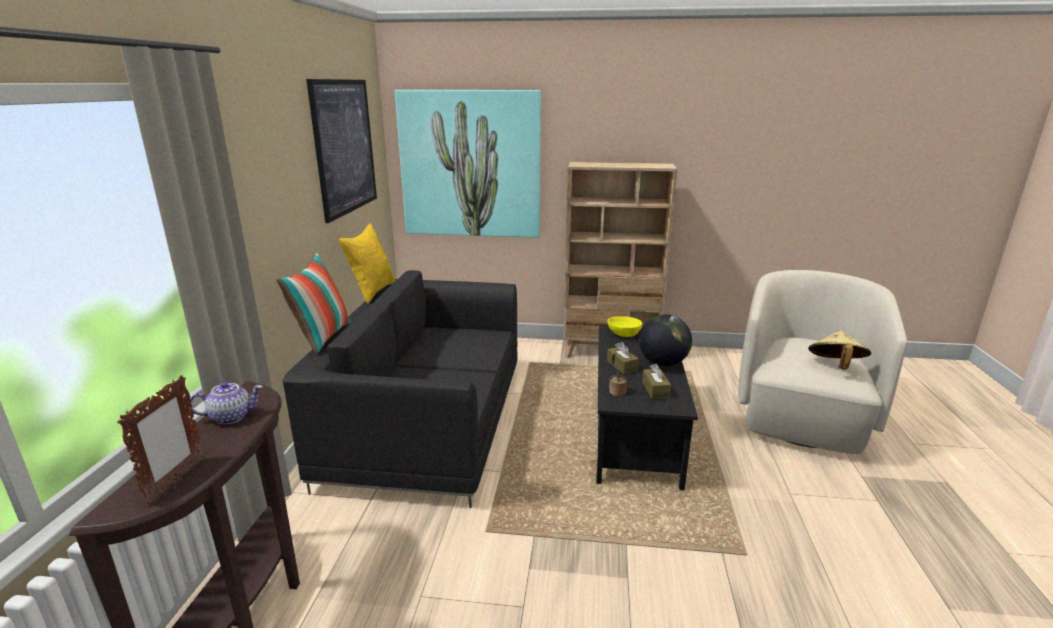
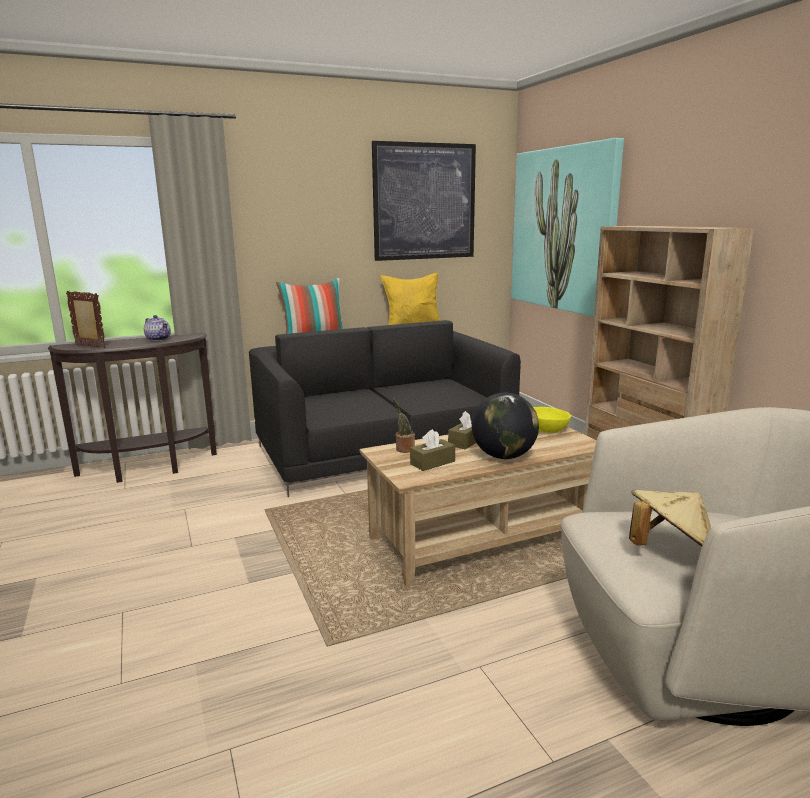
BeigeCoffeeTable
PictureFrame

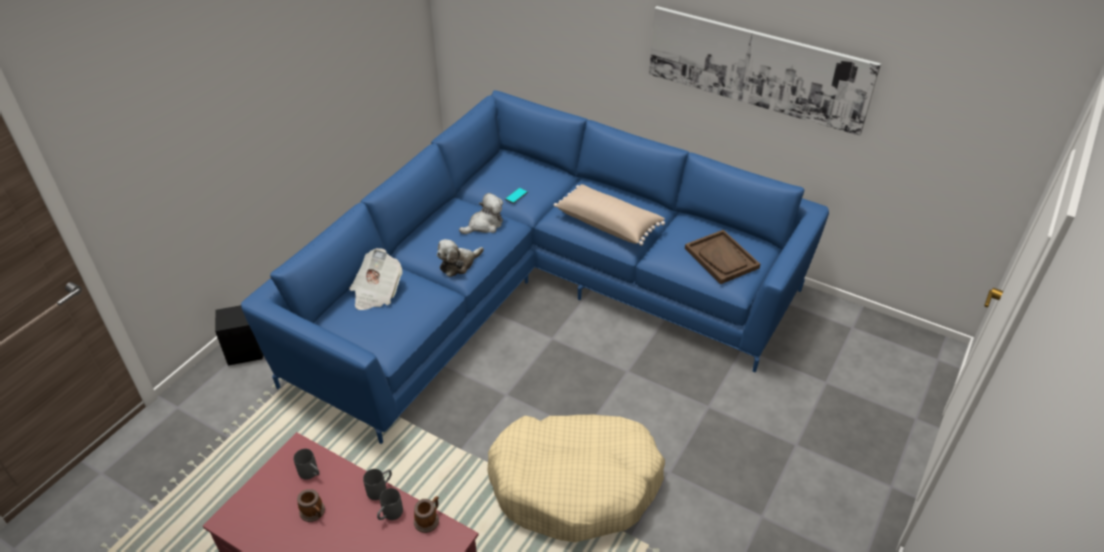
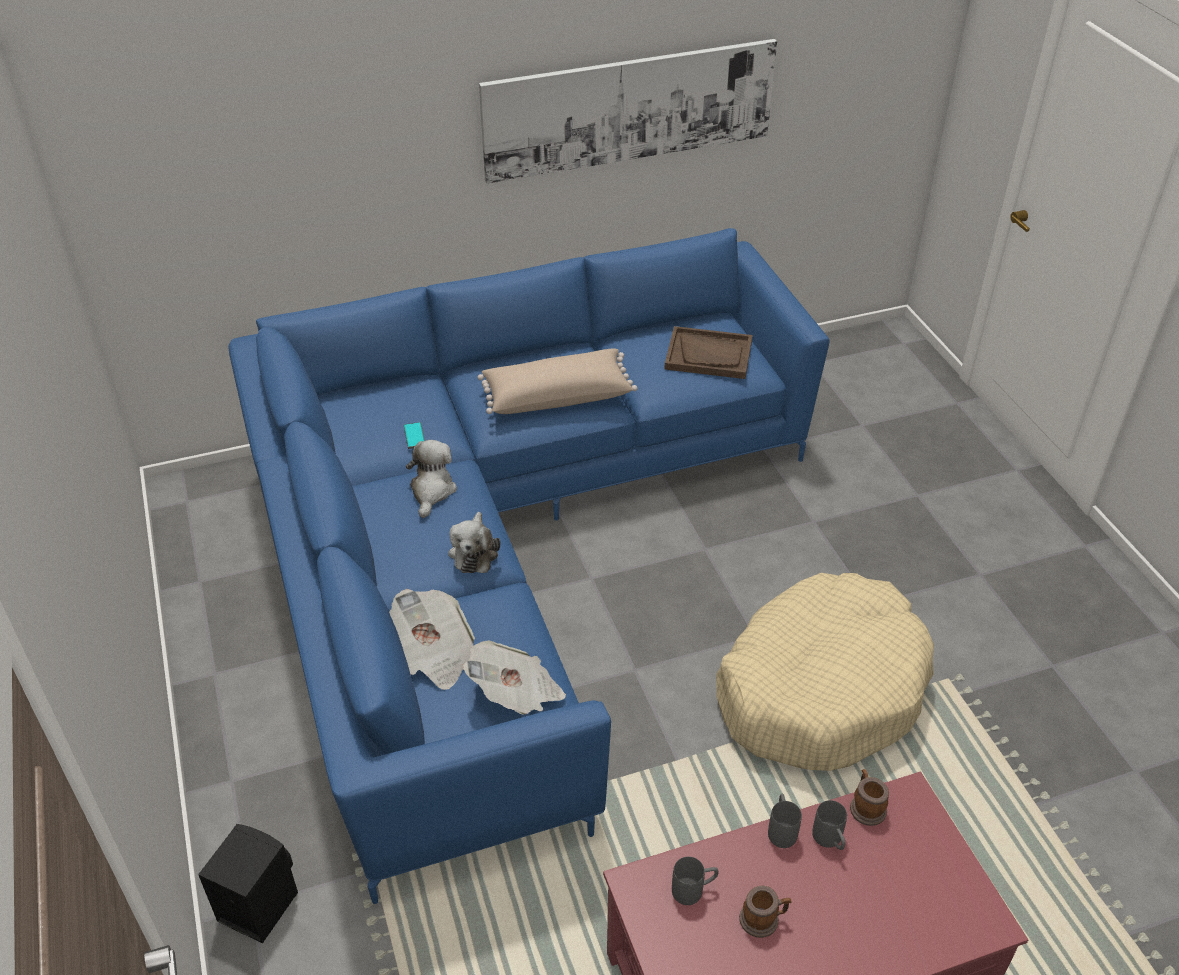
Newspaper (no. 2 from left)

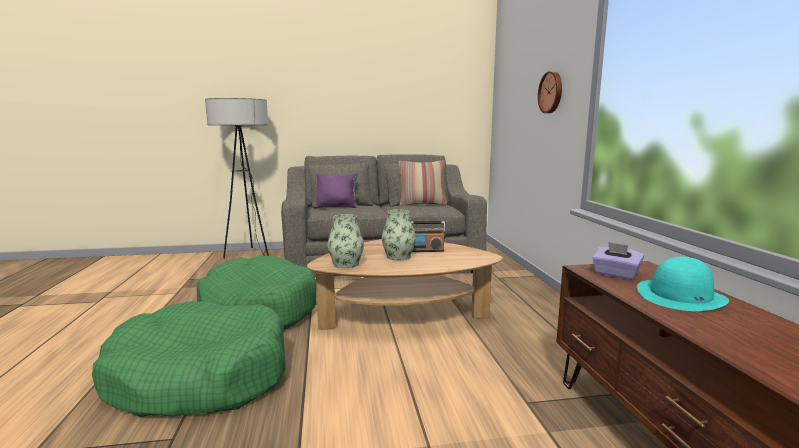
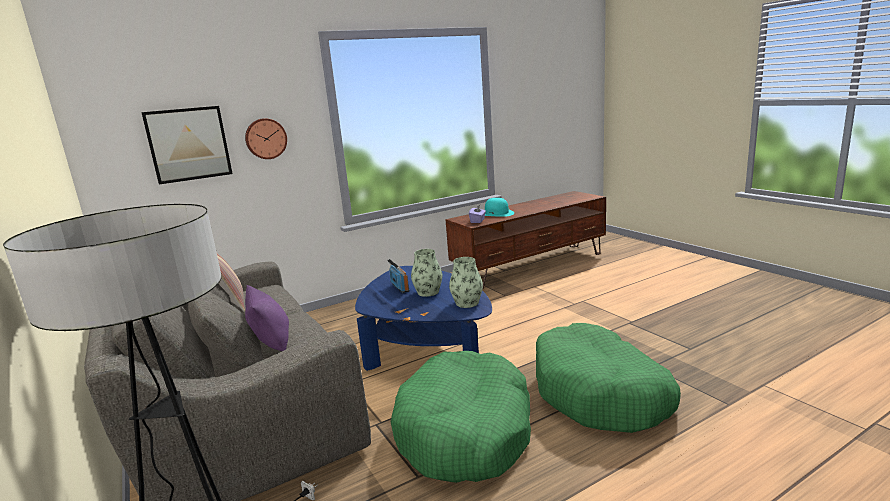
BlueCoffeeTable
Picture

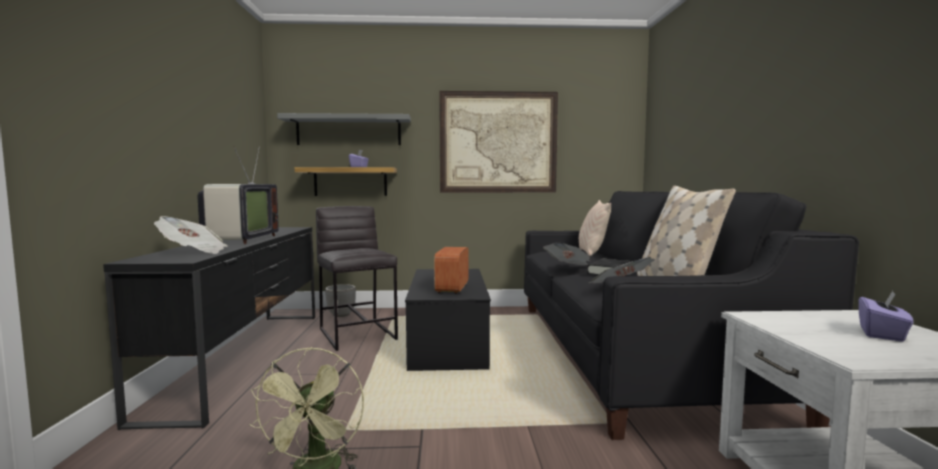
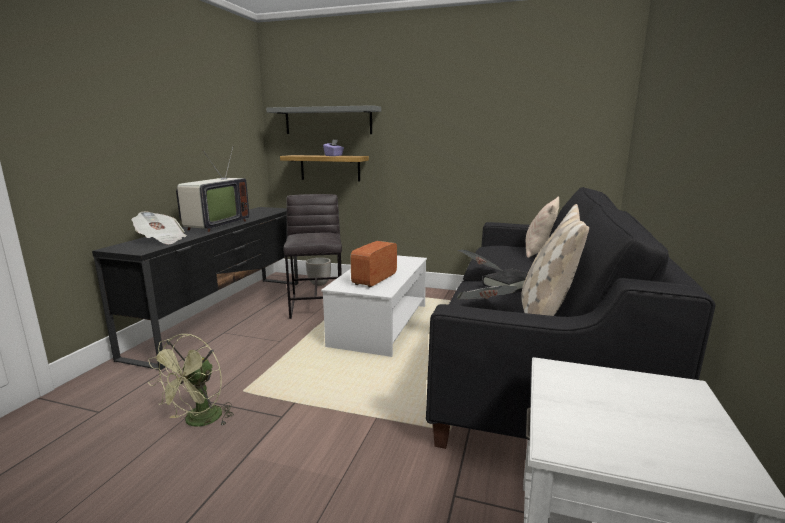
Picture
WhiteCoffeeTable
PurpleTissueBox (no. 2 from left in the first image)

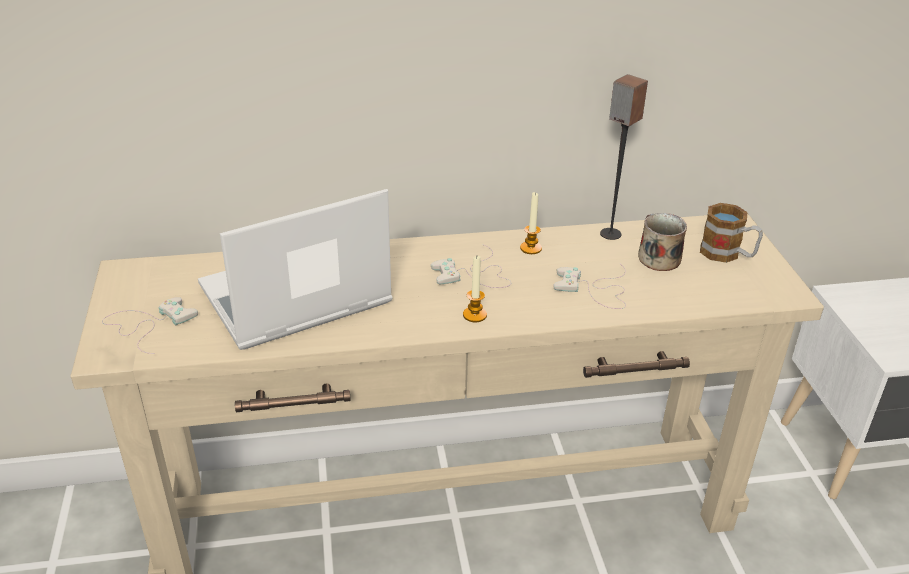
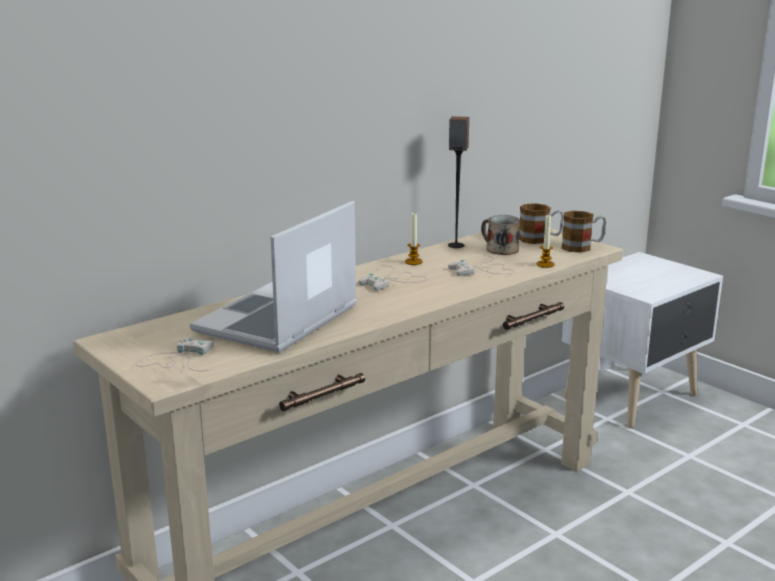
Candle (no. 2 from left)
Mug (no. 3 from left)

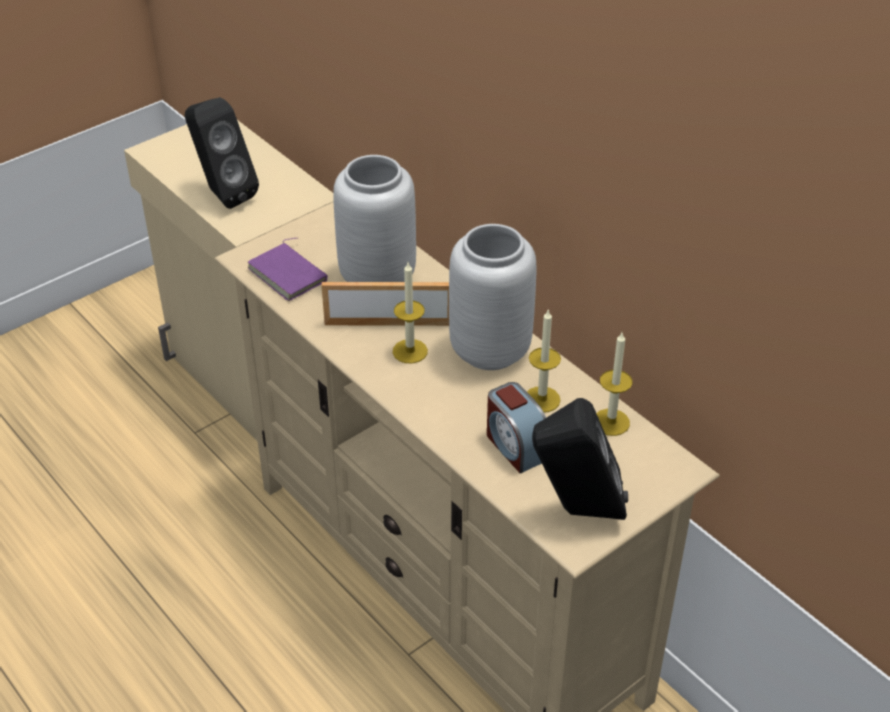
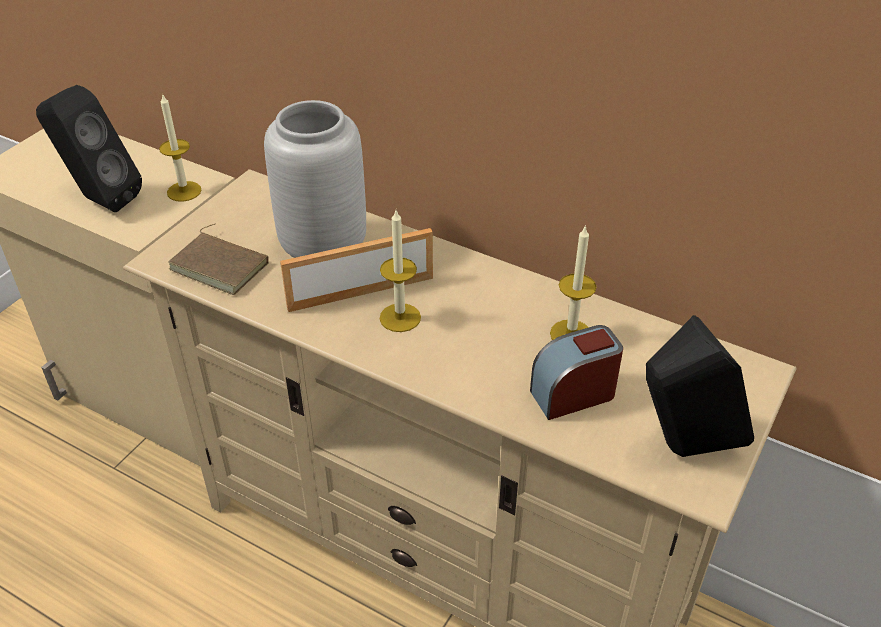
GreyVase (no. 2 from left in the first image)
BrownBook
Candle (no. 1 from left)
AlarmClock

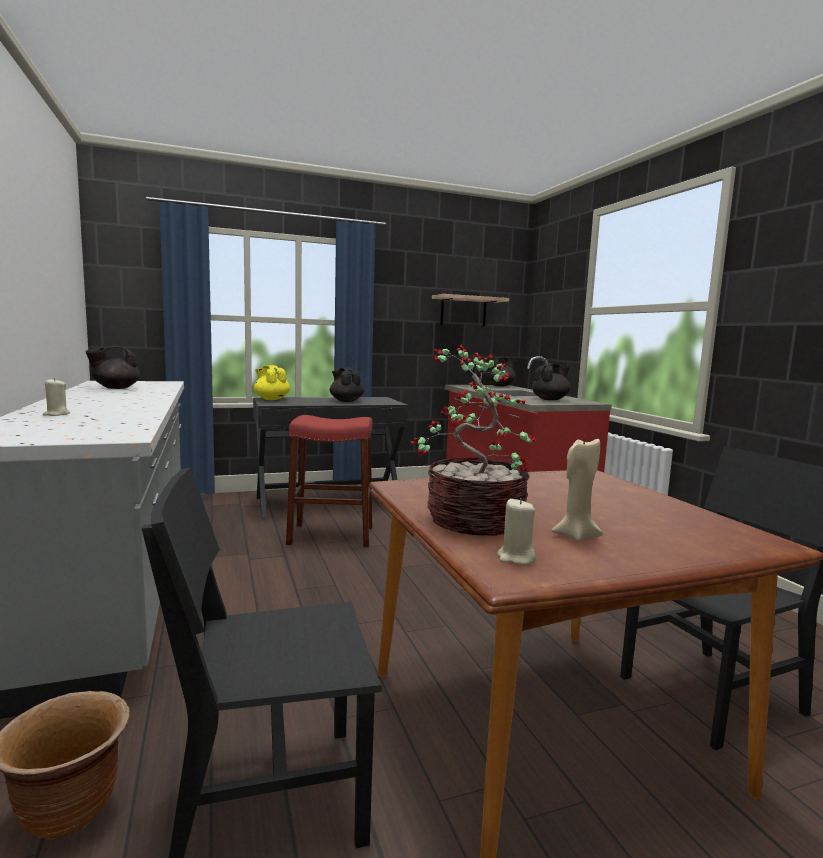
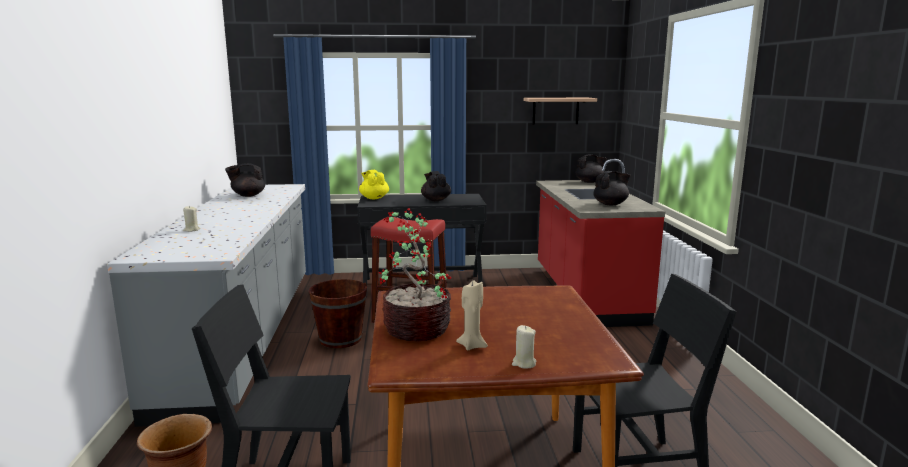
BeigeCandle (no. 3 from left)
BrownBucket

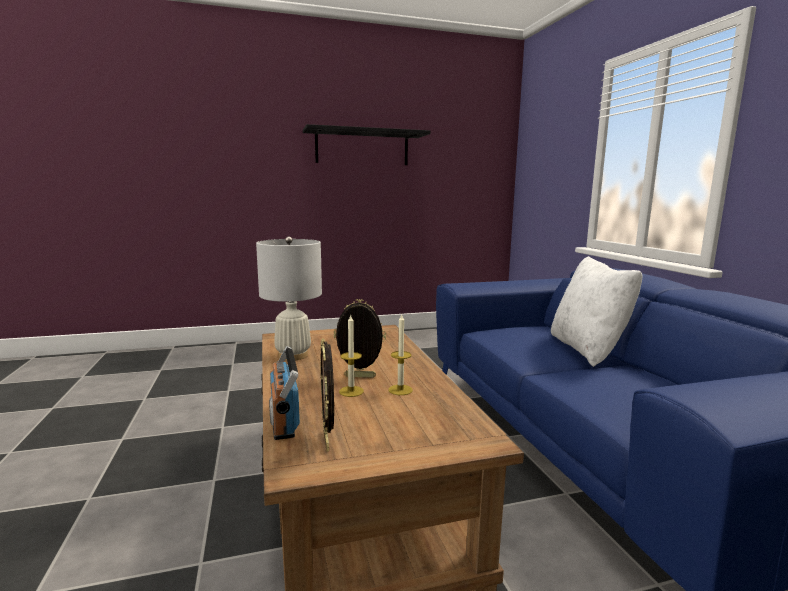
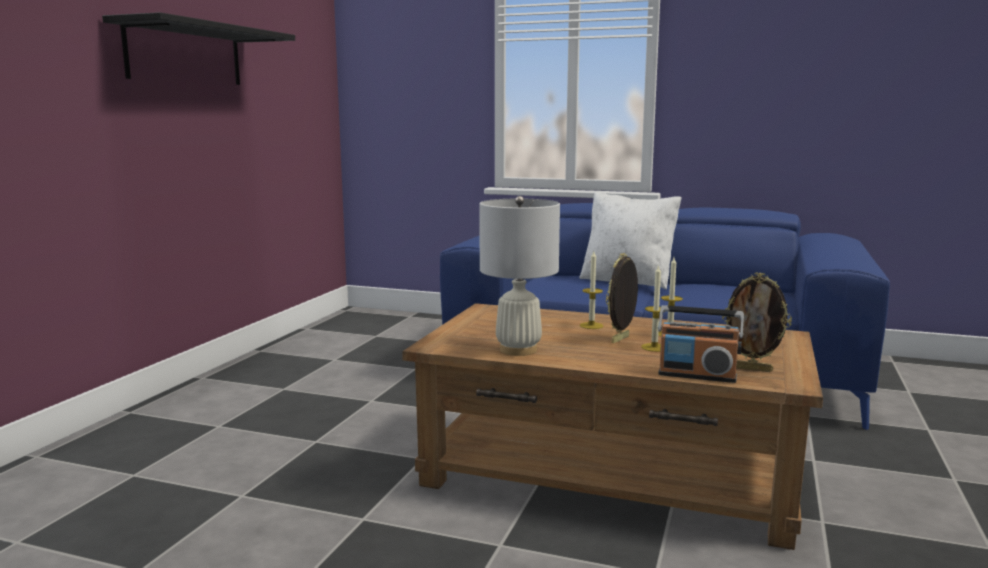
Candle (no. 1 from left)

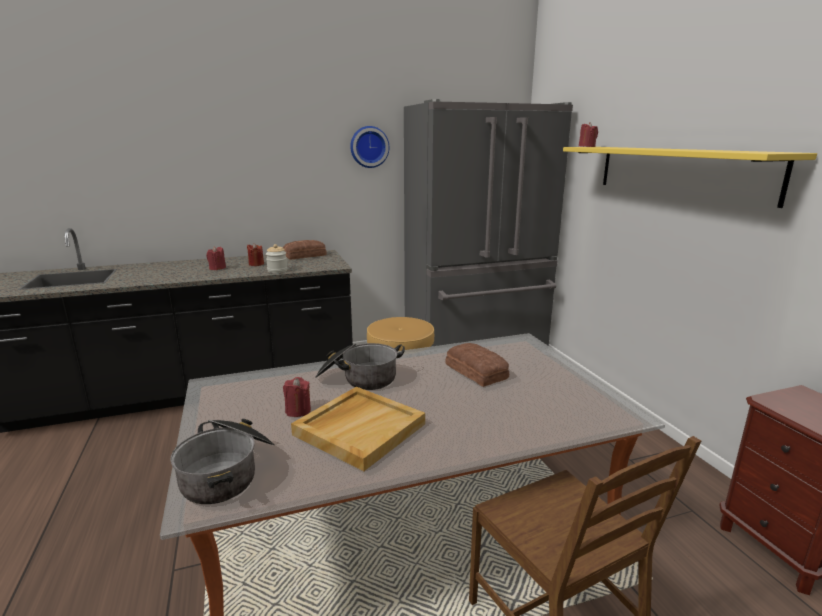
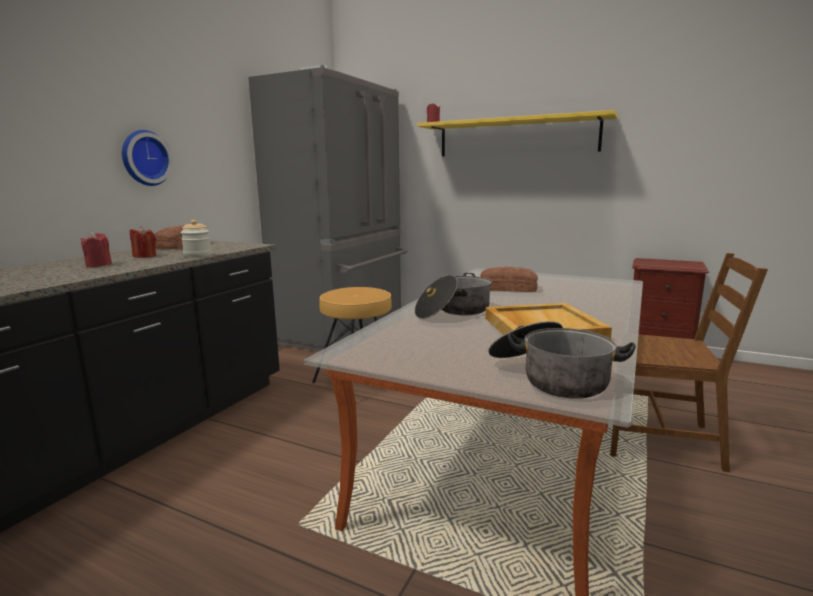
WallClock
RedCandle (no. 3 from left in the first image)

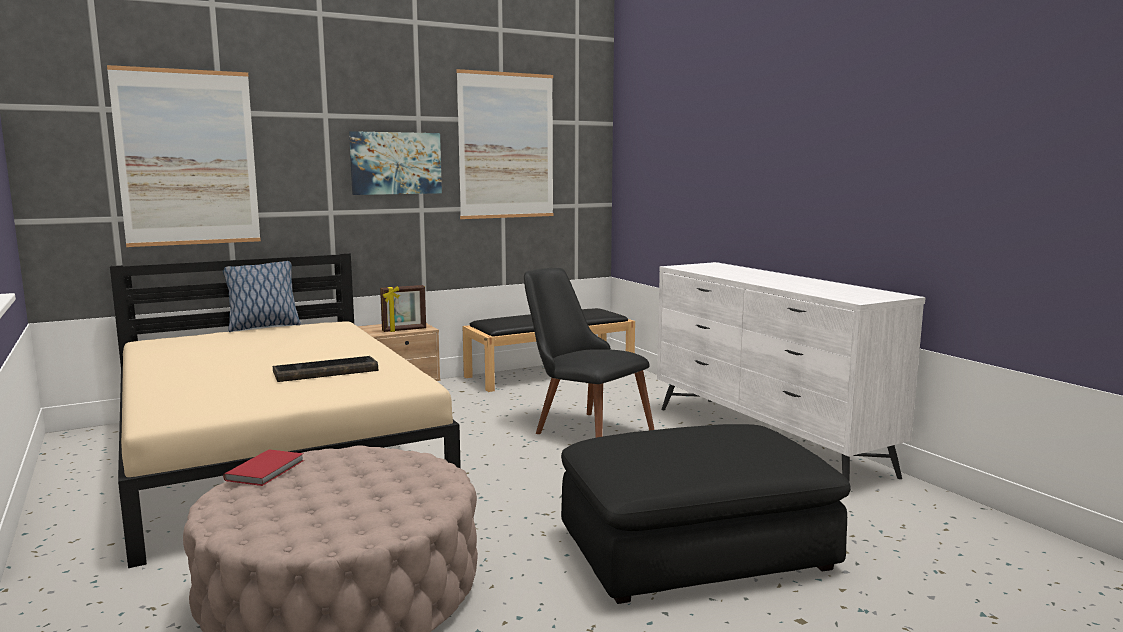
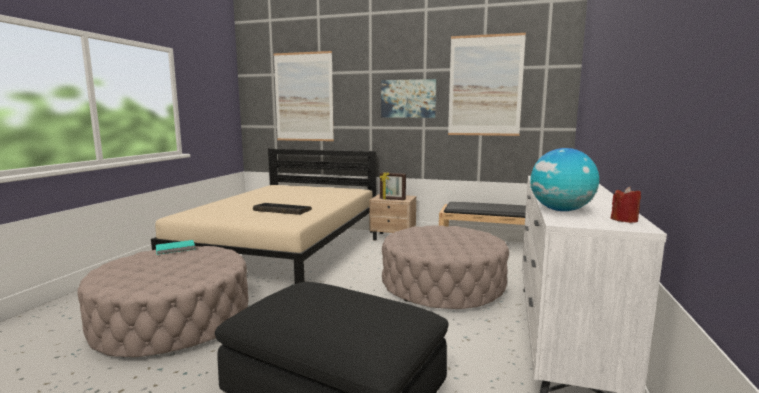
Pillow
BeigeOttoman (no. 2 from left)
TurquoiseBook
Globe
RedCandle

